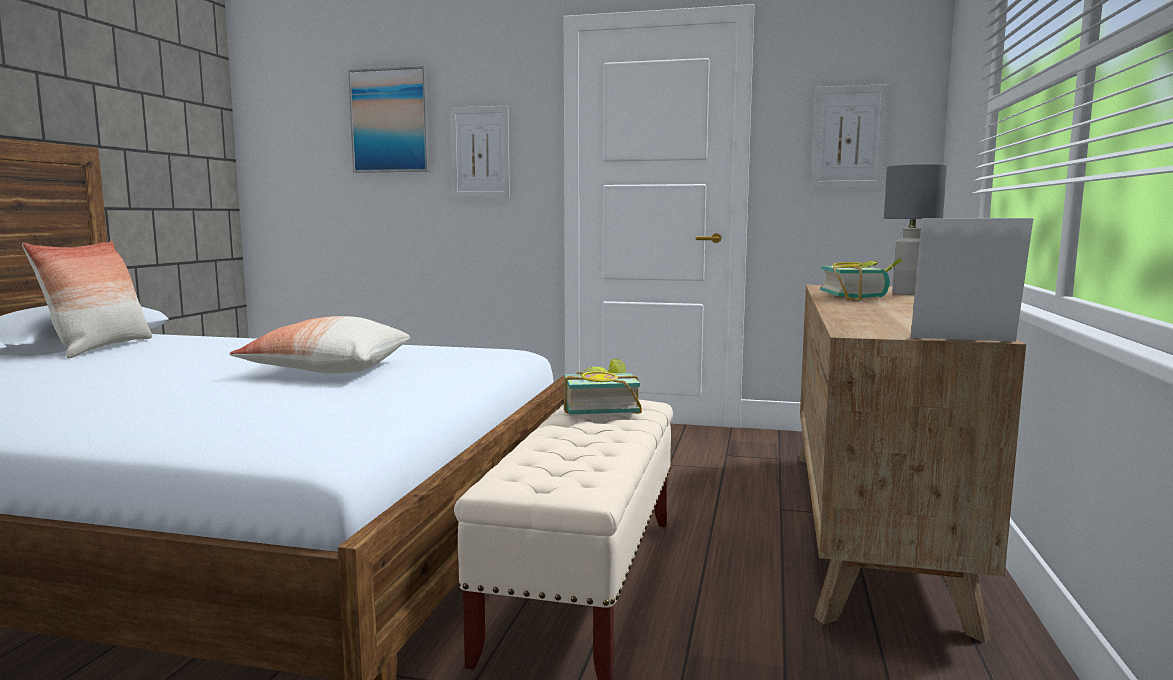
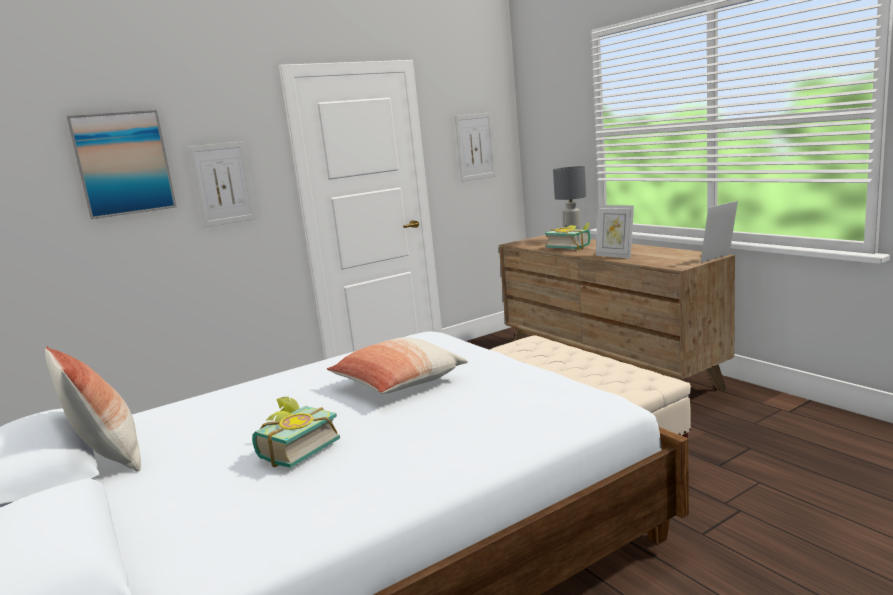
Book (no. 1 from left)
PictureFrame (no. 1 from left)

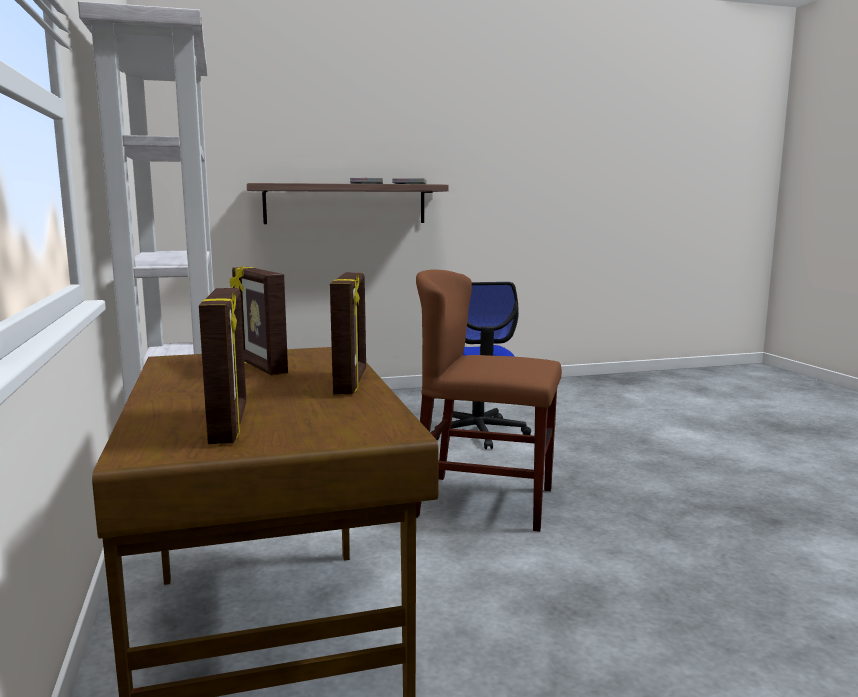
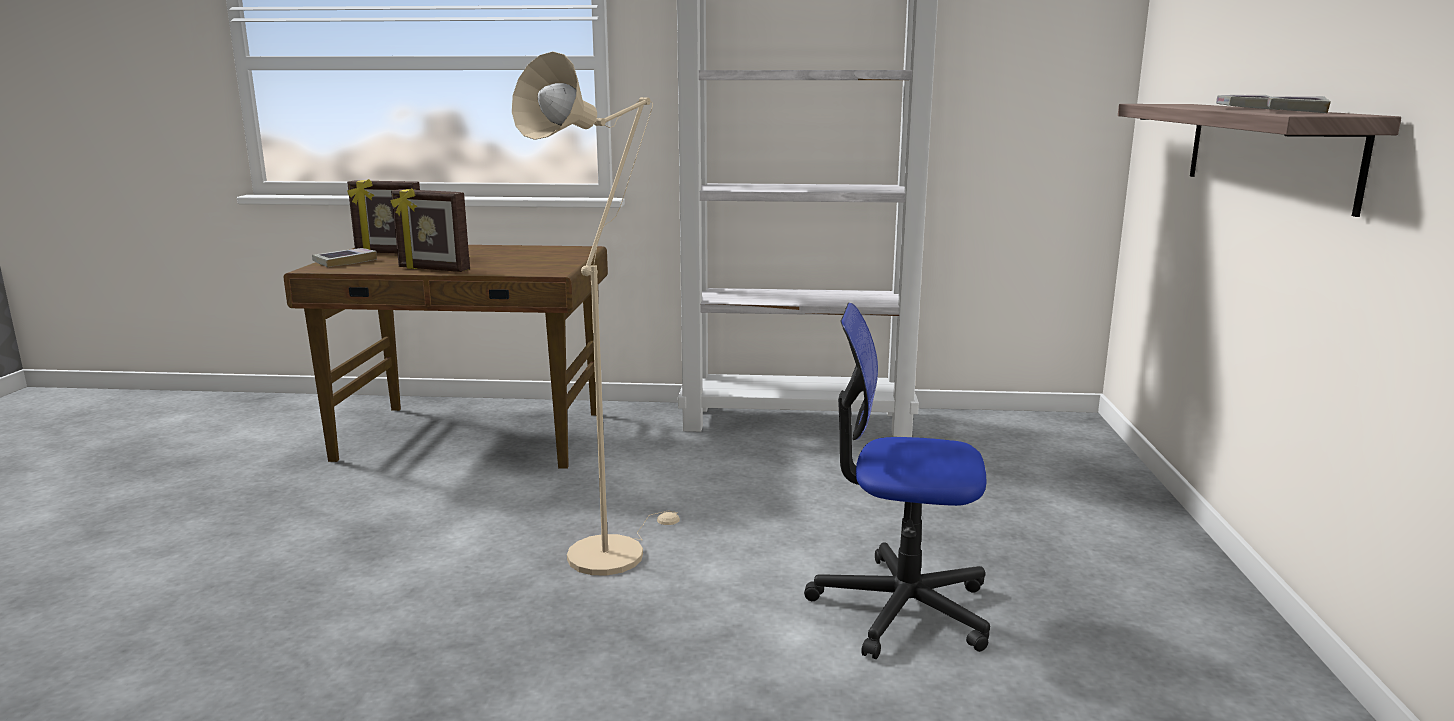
PictureFrame (no. 2 from left in the first image)
BeigeFloorLamp
Book (no. 1 from left)

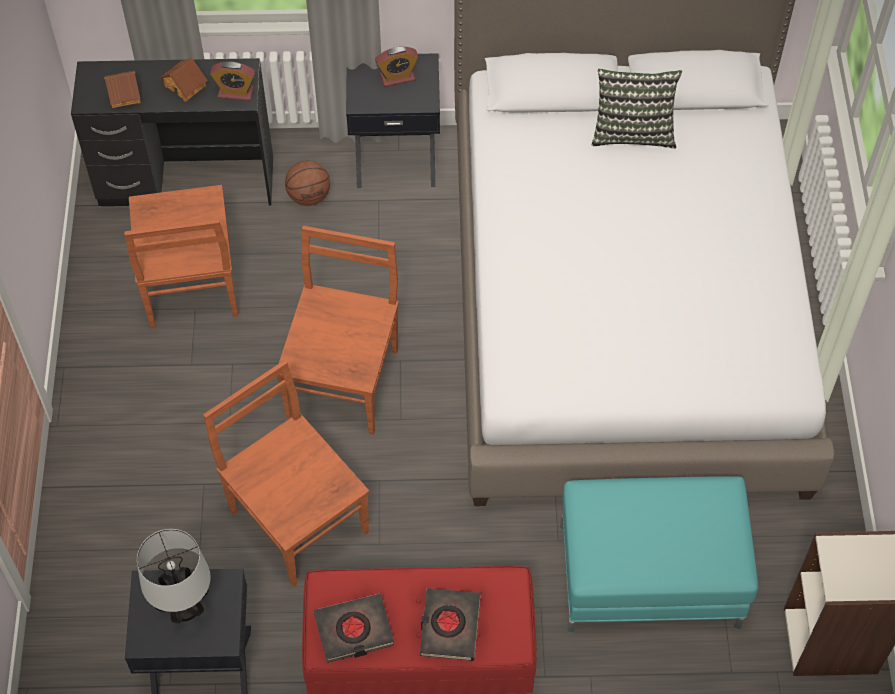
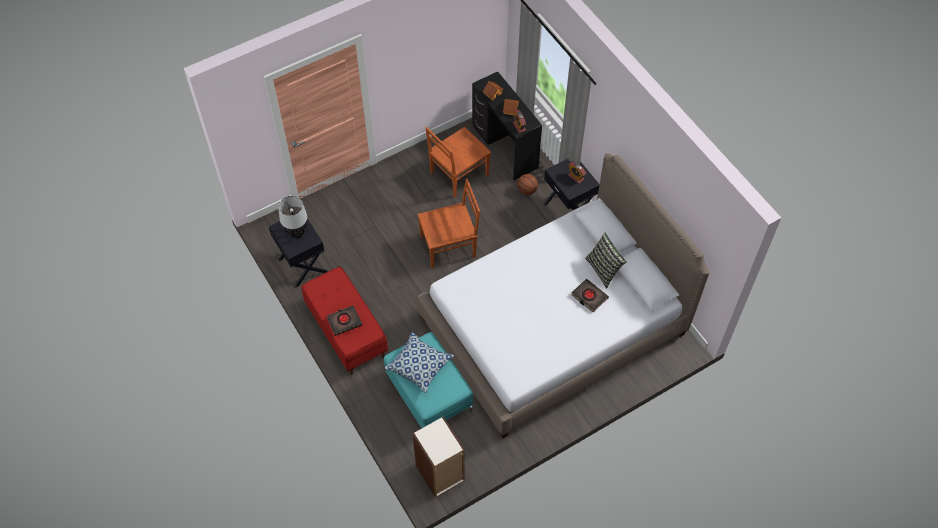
BrownChair (no. 2 from left in the first image)
BlackBook (no. 2 from left)
Pillow (no. 1 from left)

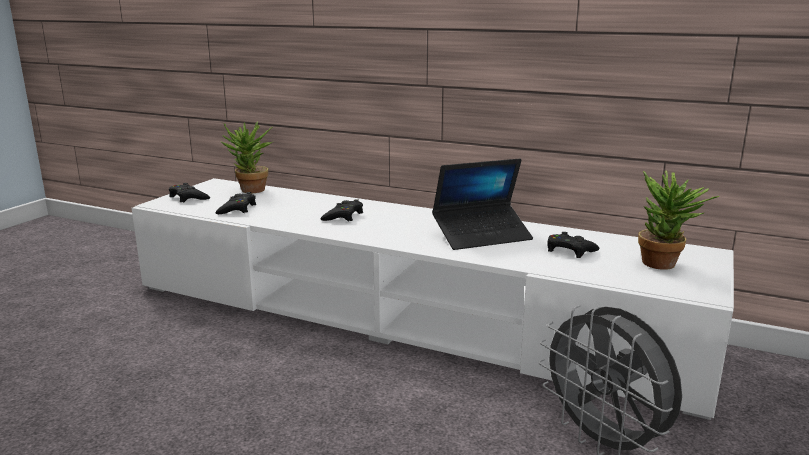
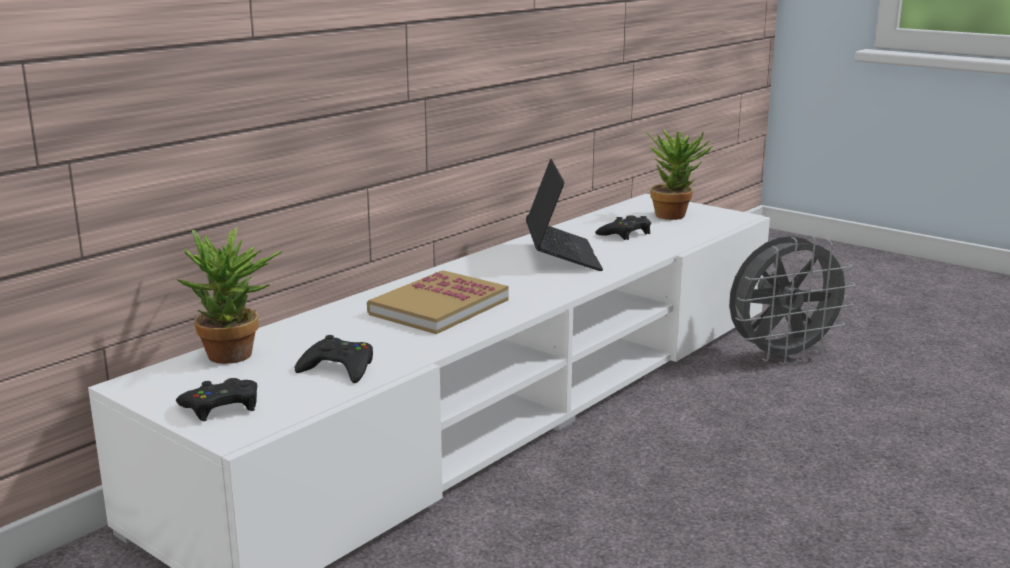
Book

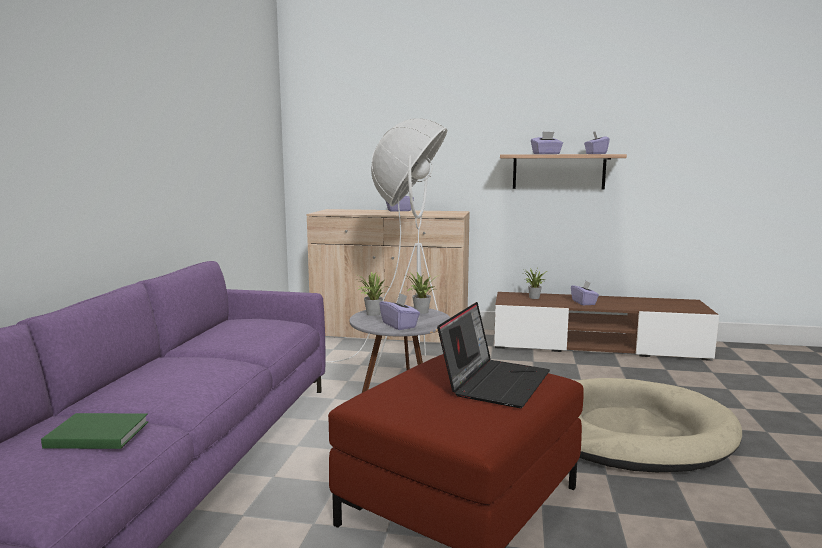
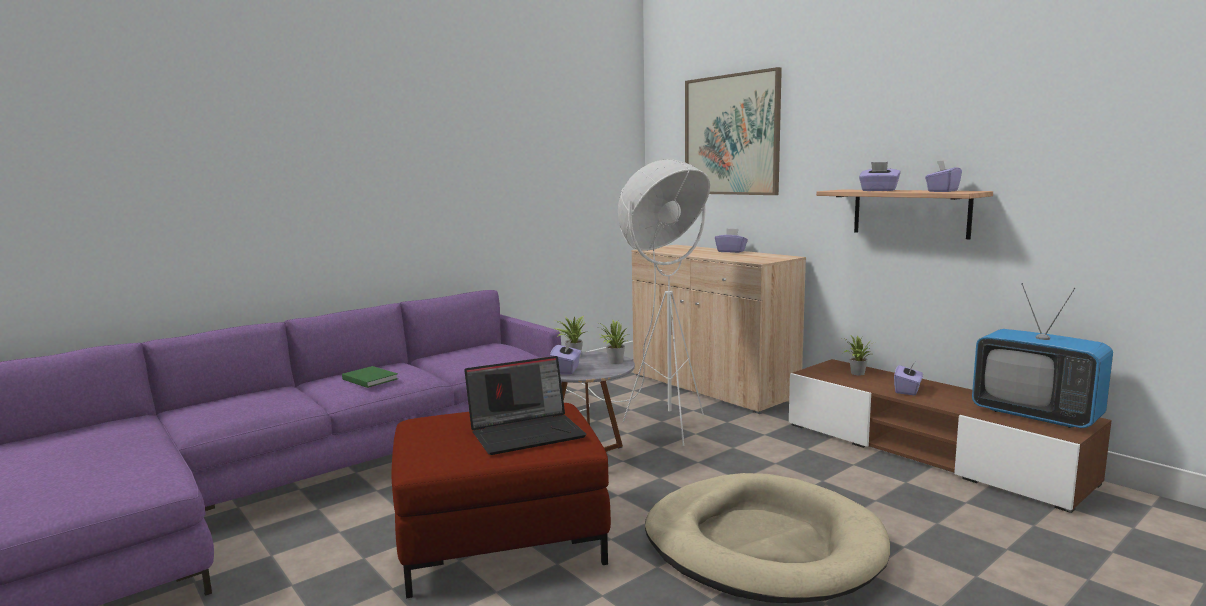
GreenBook
Picture
Television

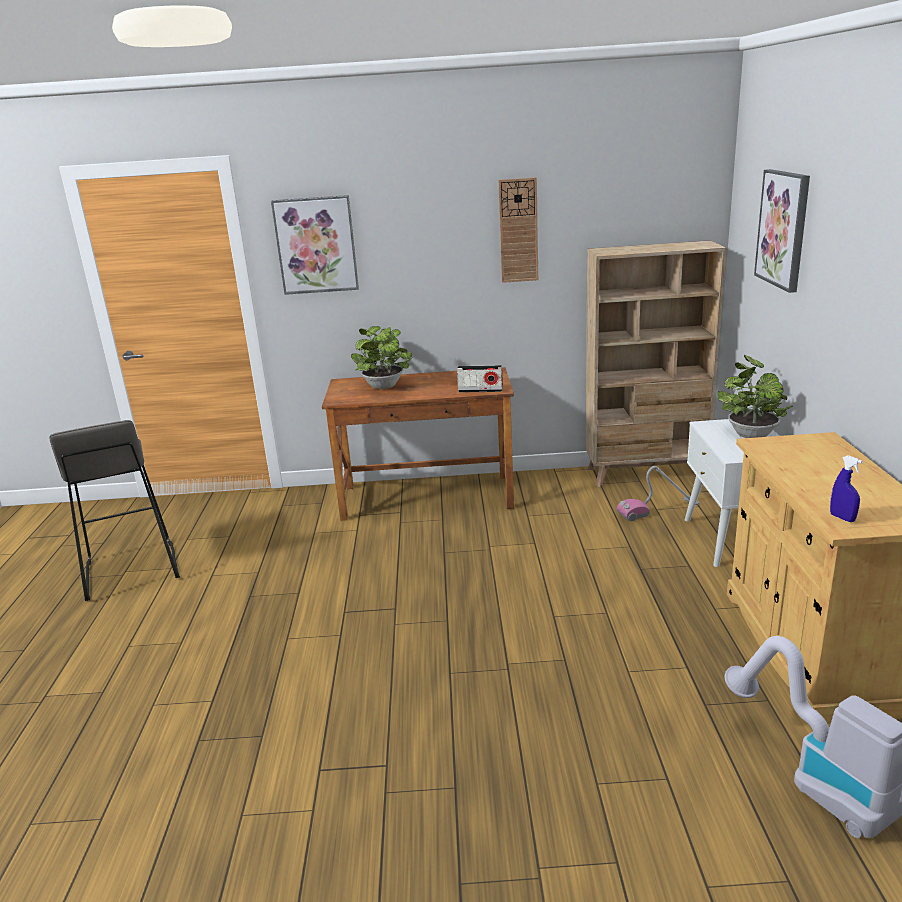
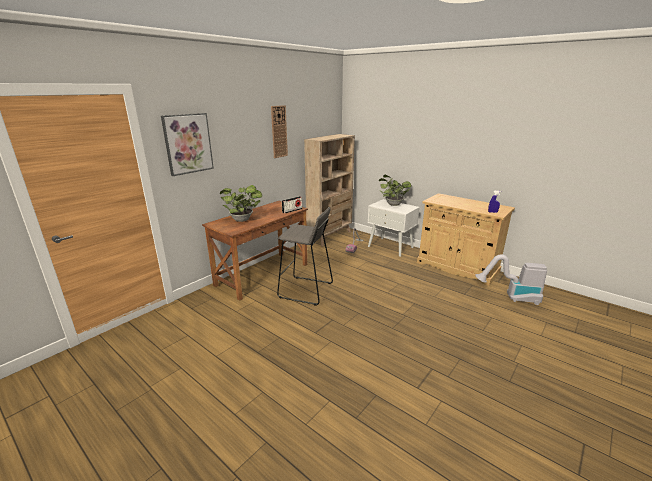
Picture (no. 2 from left in the first image)
GreyStool

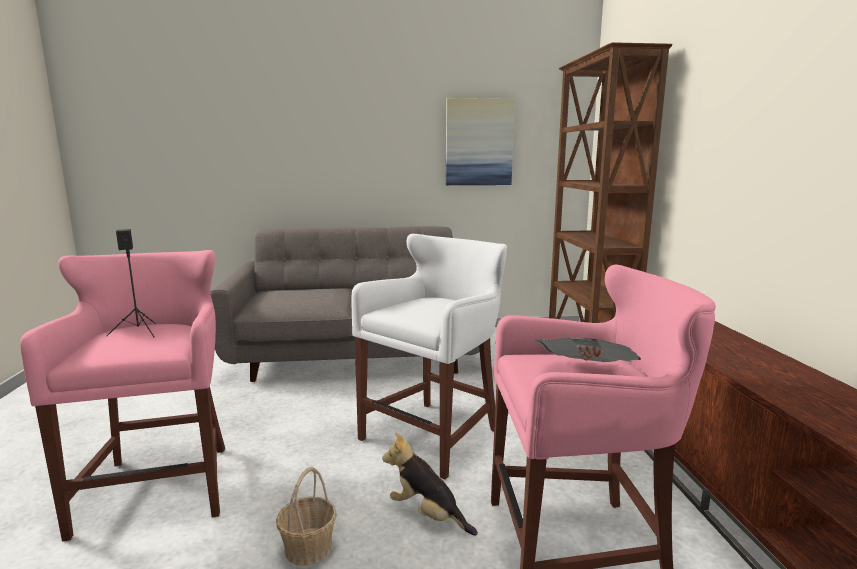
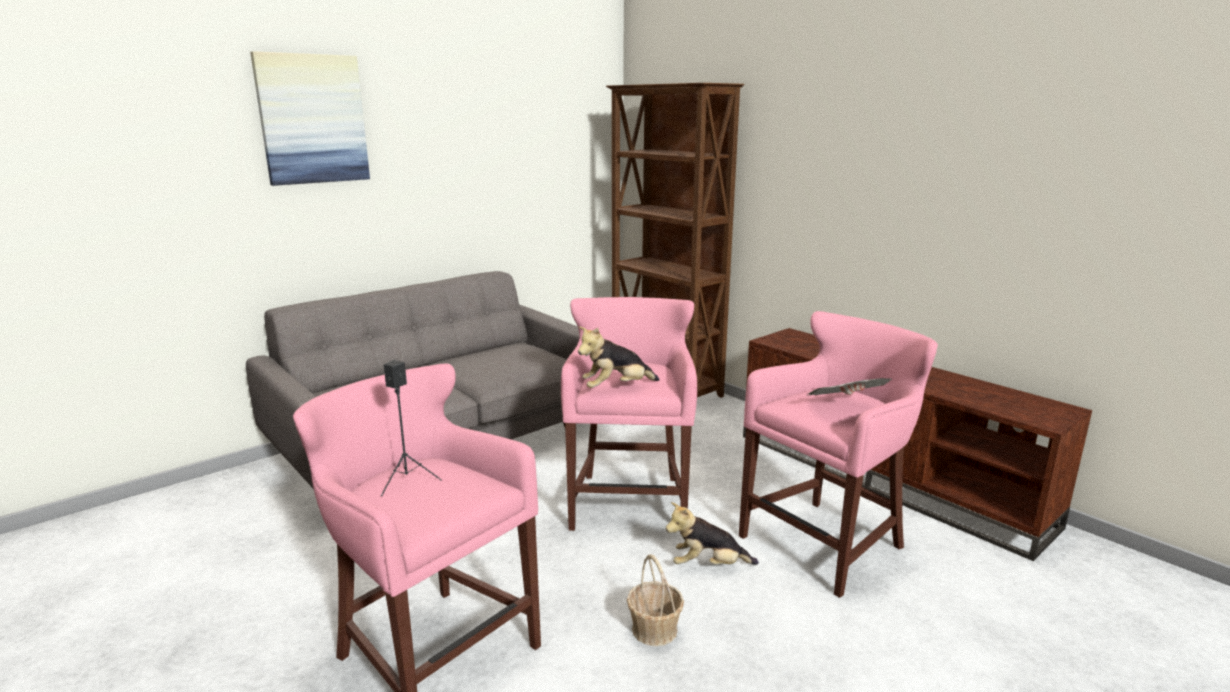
Picture
PinkStool (no. 2 from left)
PlushToy (no. 1 from left)

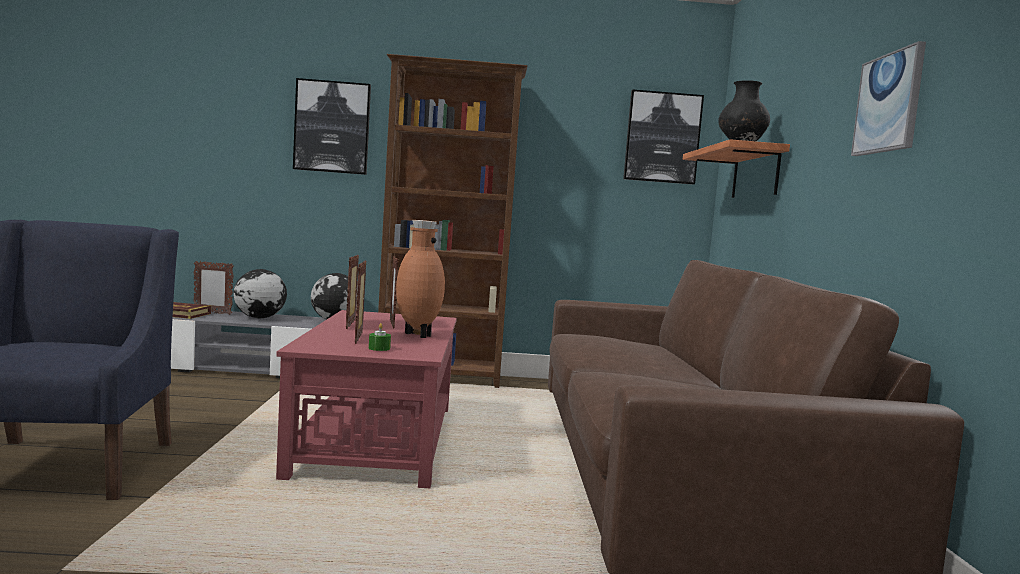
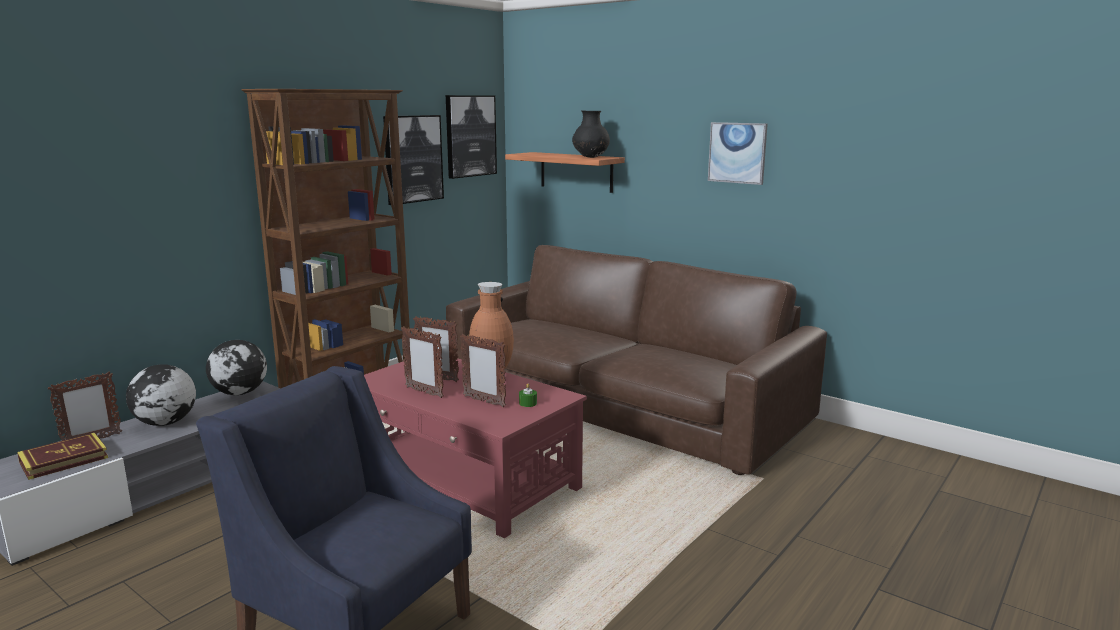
Picture (no. 1 from left)

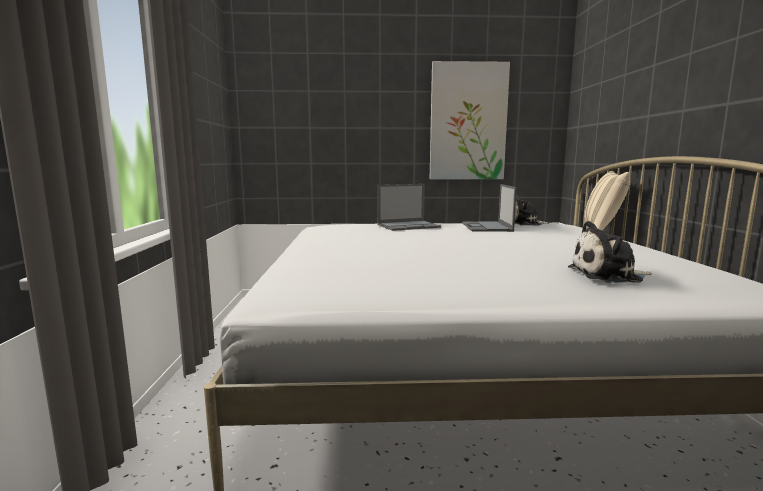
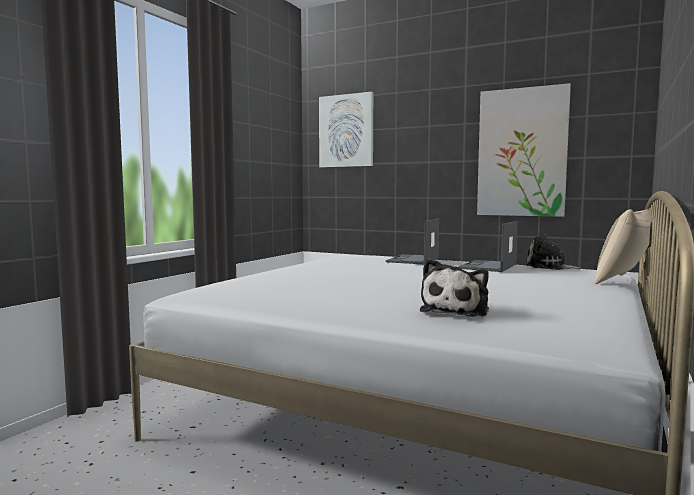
Laptop (no. 1 from left)
PlushToy (no. 1 from left)
Picture (no. 1 from left)

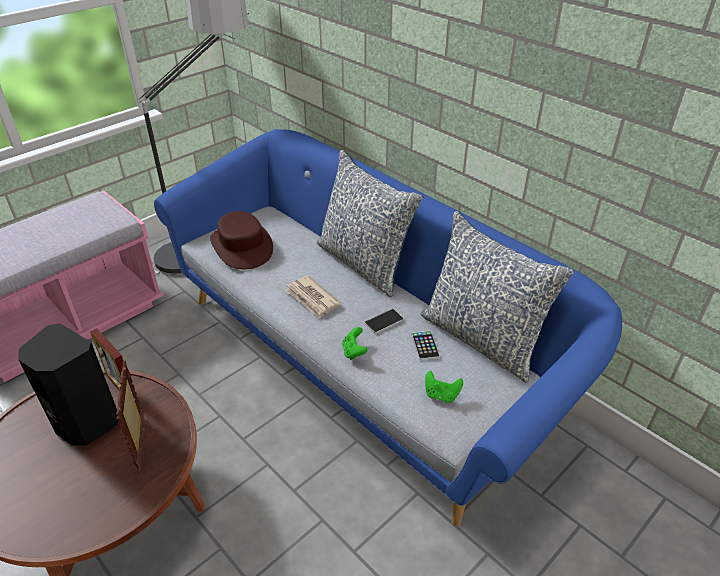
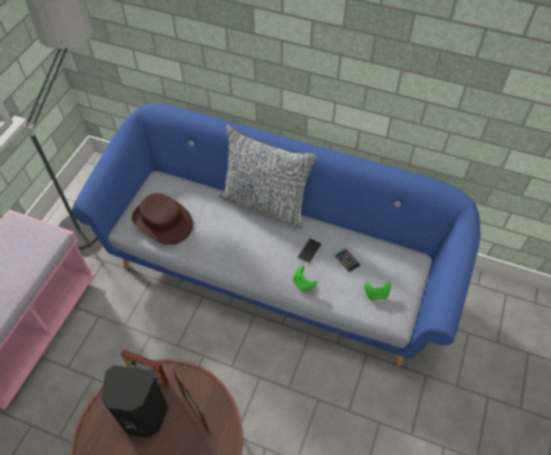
Pillow (no. 2 from left in the first image)
Newspaper

